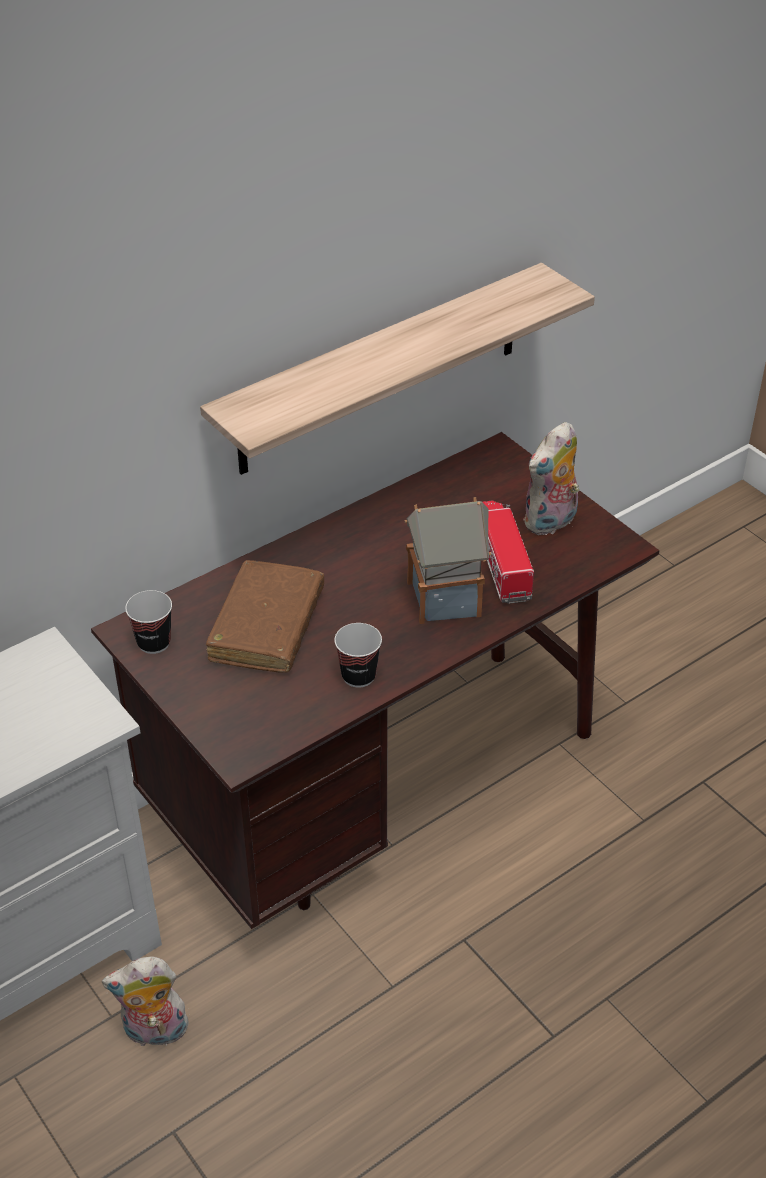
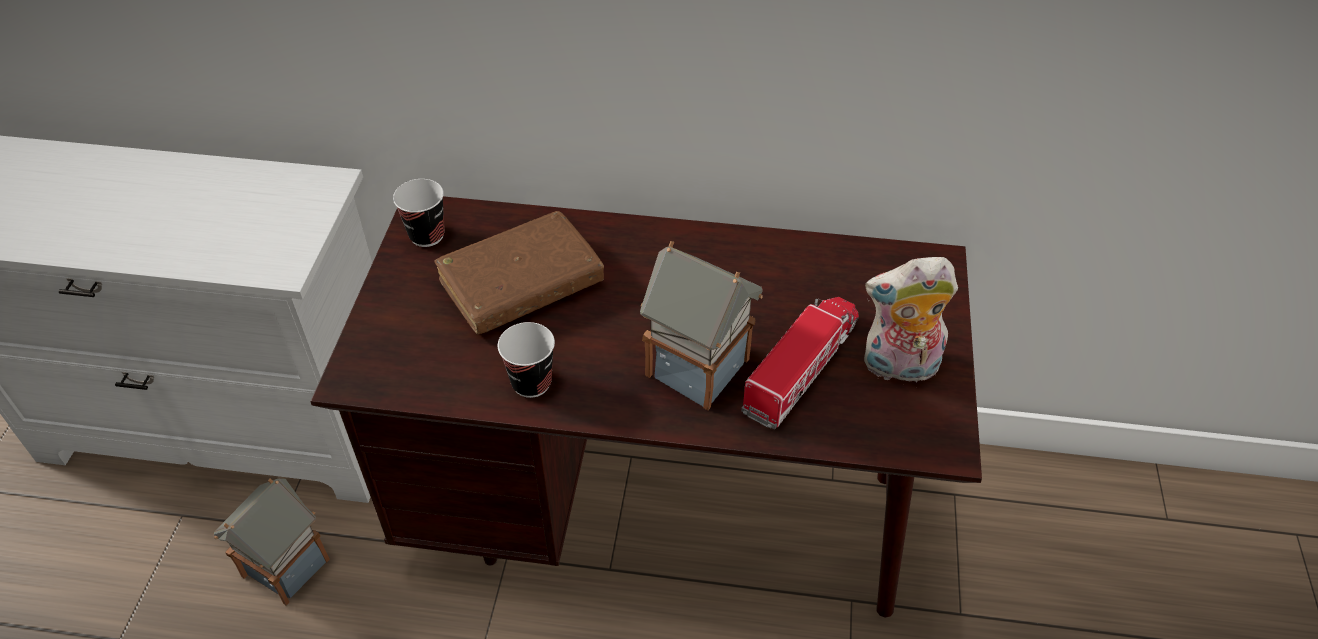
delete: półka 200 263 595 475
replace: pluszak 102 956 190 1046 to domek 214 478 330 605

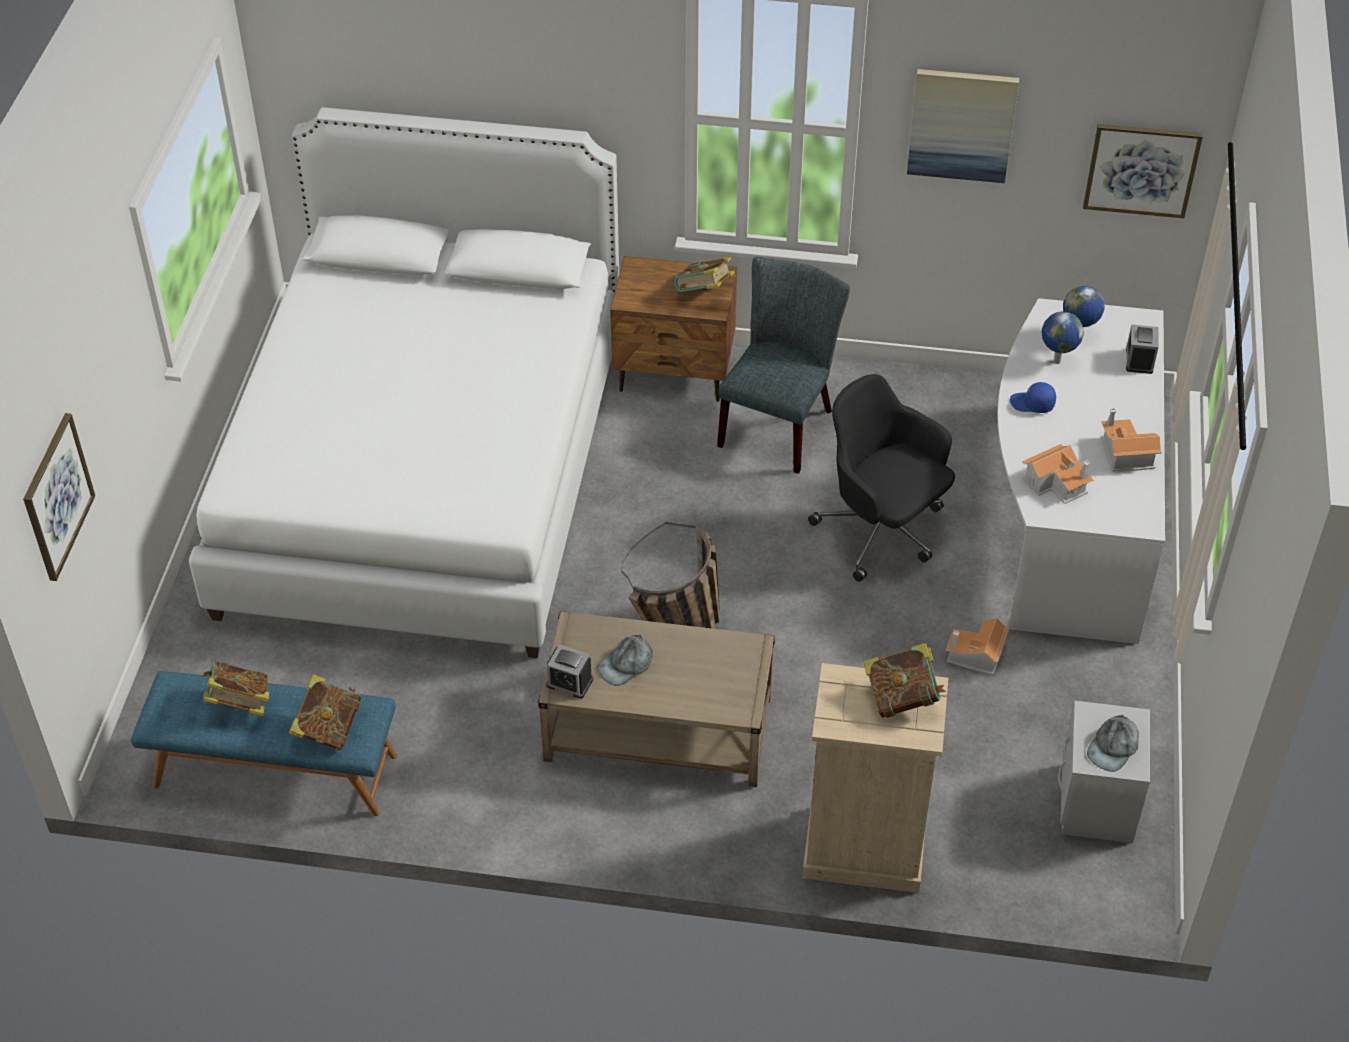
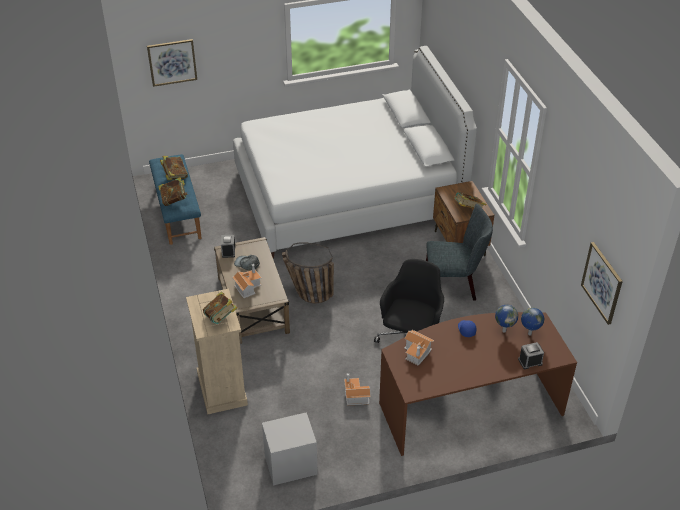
delete: obraz 907 69 1019 183; czapka z daszkiem [szary] 1087 715 1139 772
move: domek 1101 408 1162 472 to 232 264 261 298
recolor: biurko [biały] 997 298 1165 644 to biurko [brązowy] 379 312 577 456

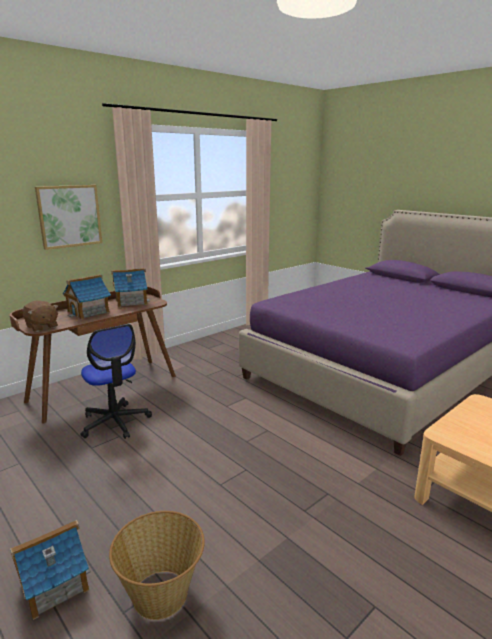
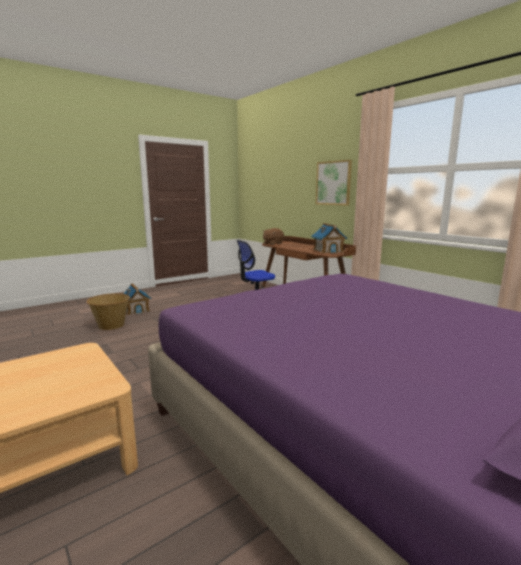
delete: domek 63 274 111 319

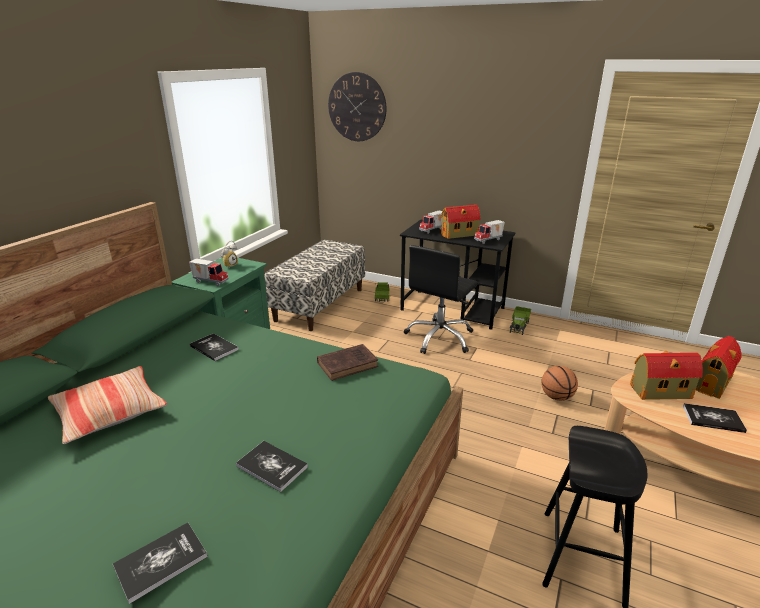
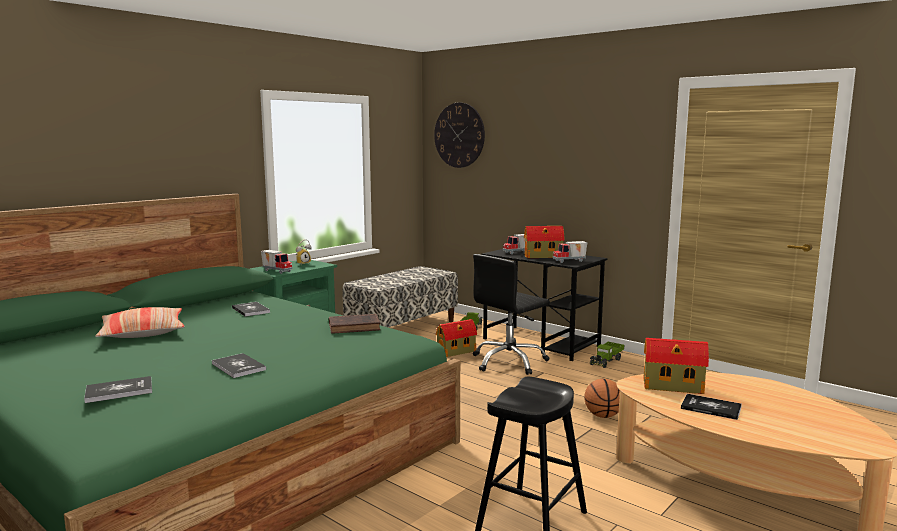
move: domek 696 336 741 399 to 436 319 477 357

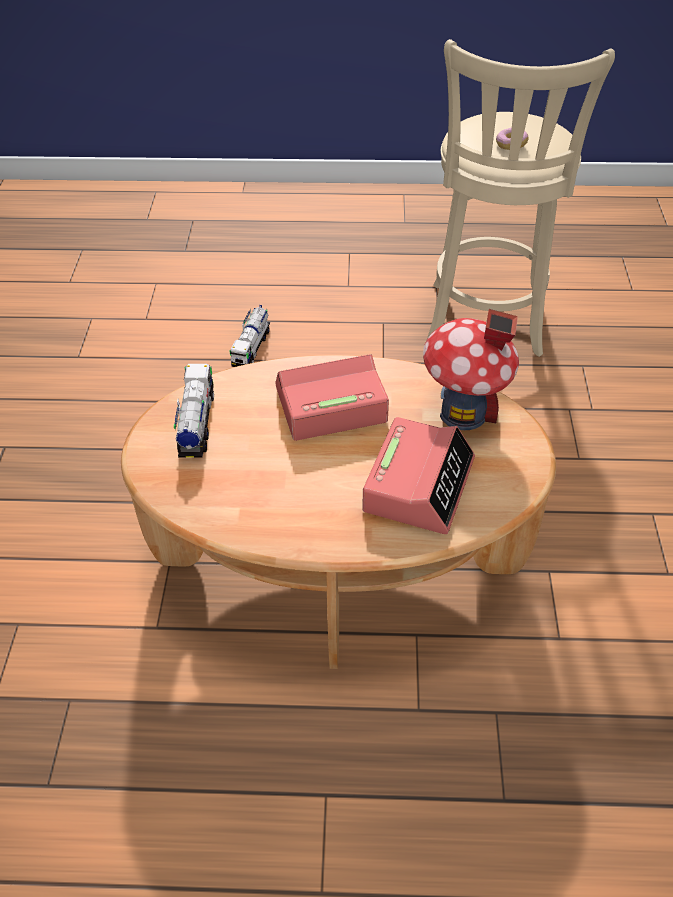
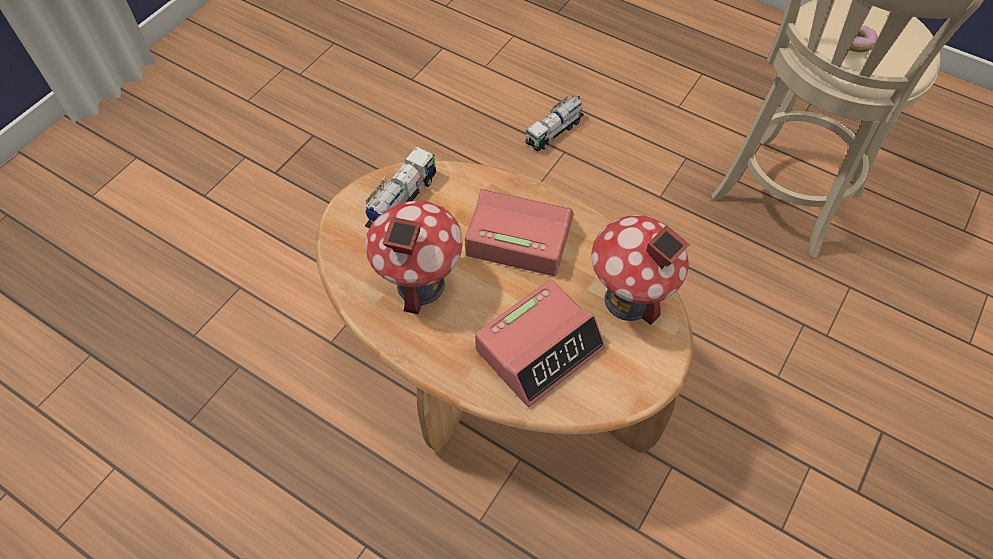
insert: domek 365 200 463 314

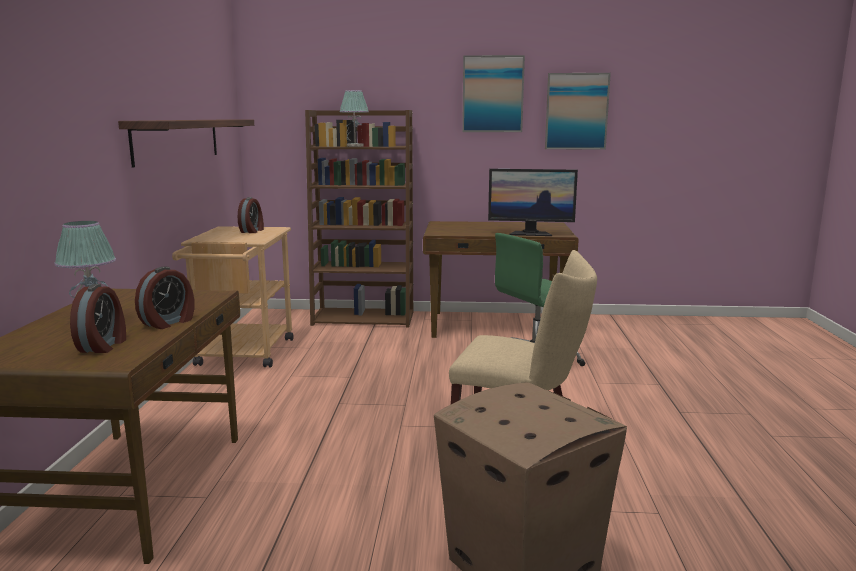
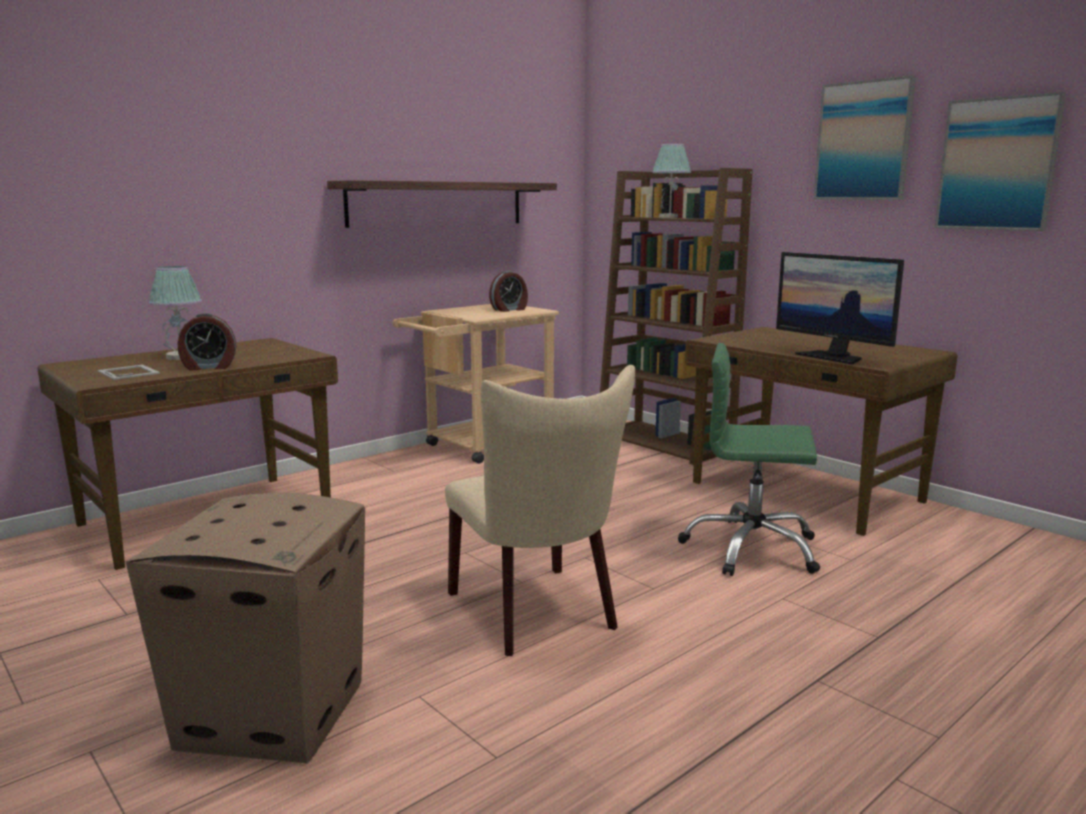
replace: budzik 70 284 126 353 to ramka na zdjęcie 98 365 160 380

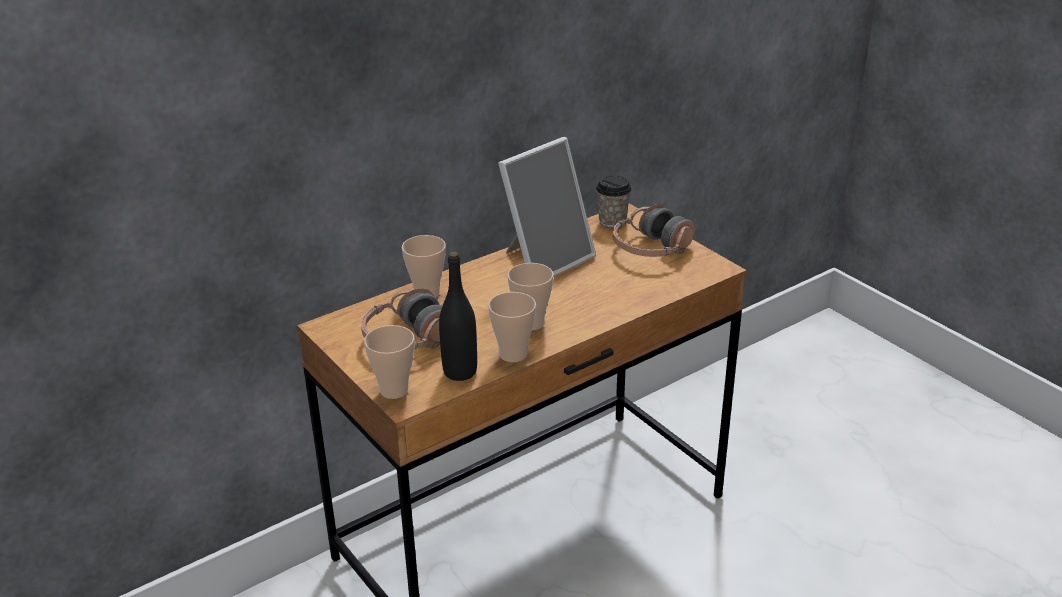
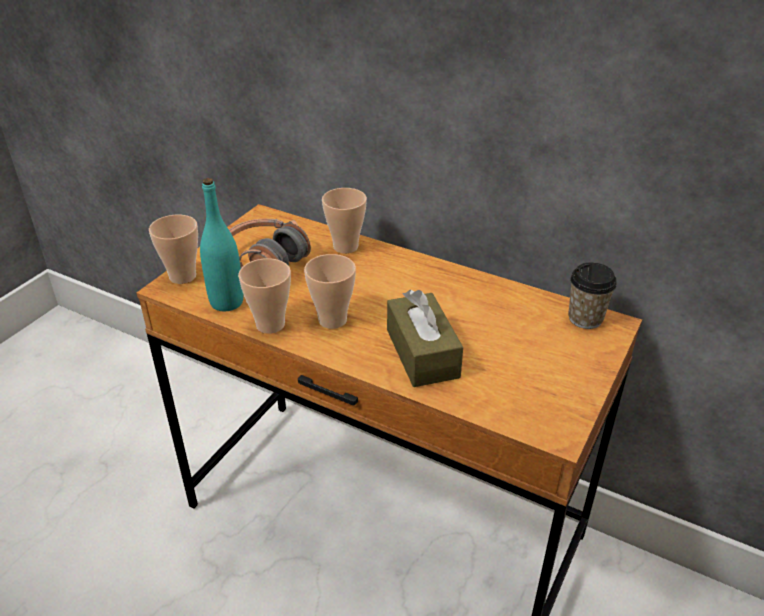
delete: ramka na zdjęcie 498 137 596 277; słuchawki 613 204 695 257
insert: pudełko chusteczek [brązowy] 387 290 463 387
recolor: butelka [czarny] 439 252 477 381 to butelka [turkusowy] 200 178 243 311

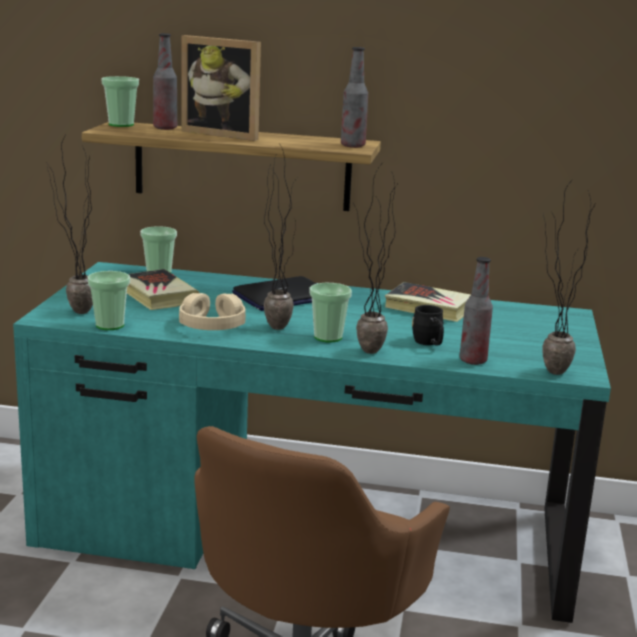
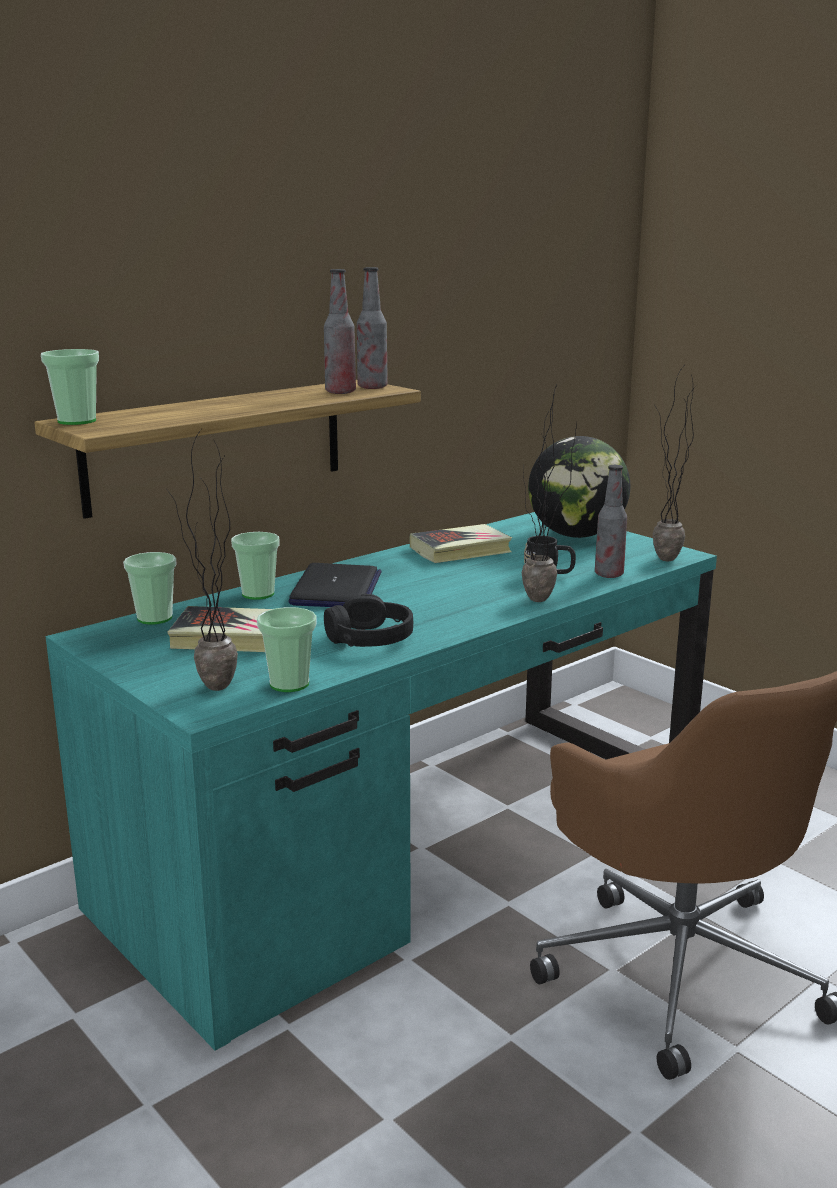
delete: ramka na zdjęcie 181 35 261 141; roślina doniczkowa 264 143 297 330
insert: globus 528 436 630 538
move: butelka 153 33 177 130 to 324 269 356 394; filiżanka 310 283 352 342 to 231 532 280 600
recolor: słuchawki [beżowy] 179 293 246 330 to słuchawki [czarny] 324 594 413 647

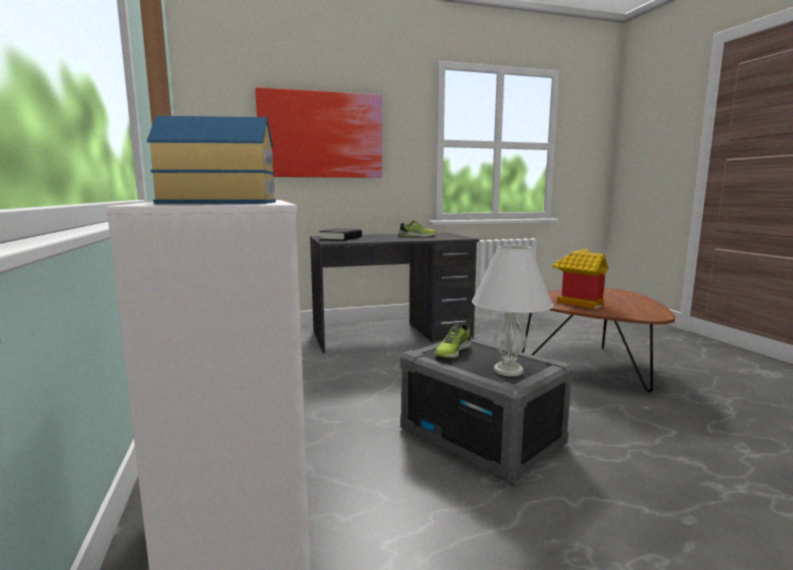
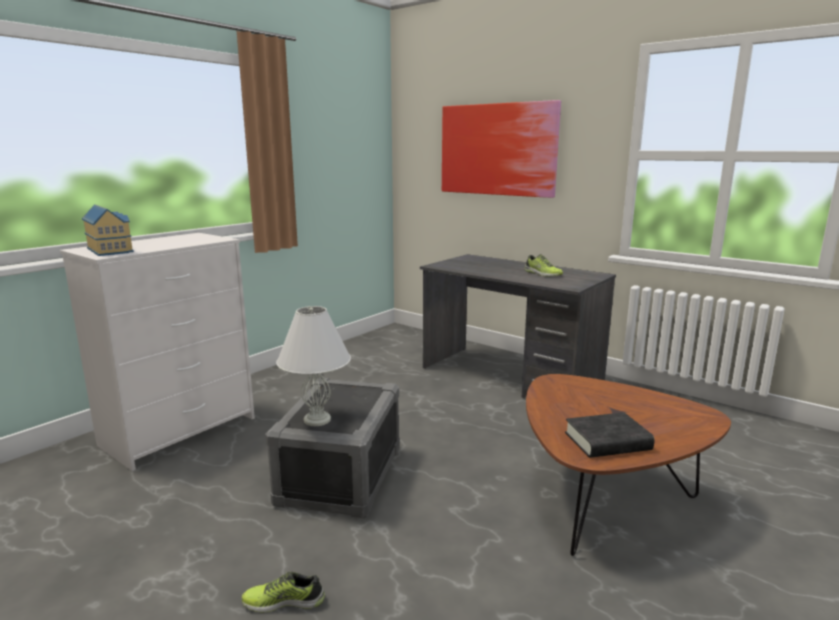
delete: domek 552 249 609 309
move: książka [czarny] 319 228 362 241 to 565 412 655 458; but 435 324 472 358 to 242 572 325 613

